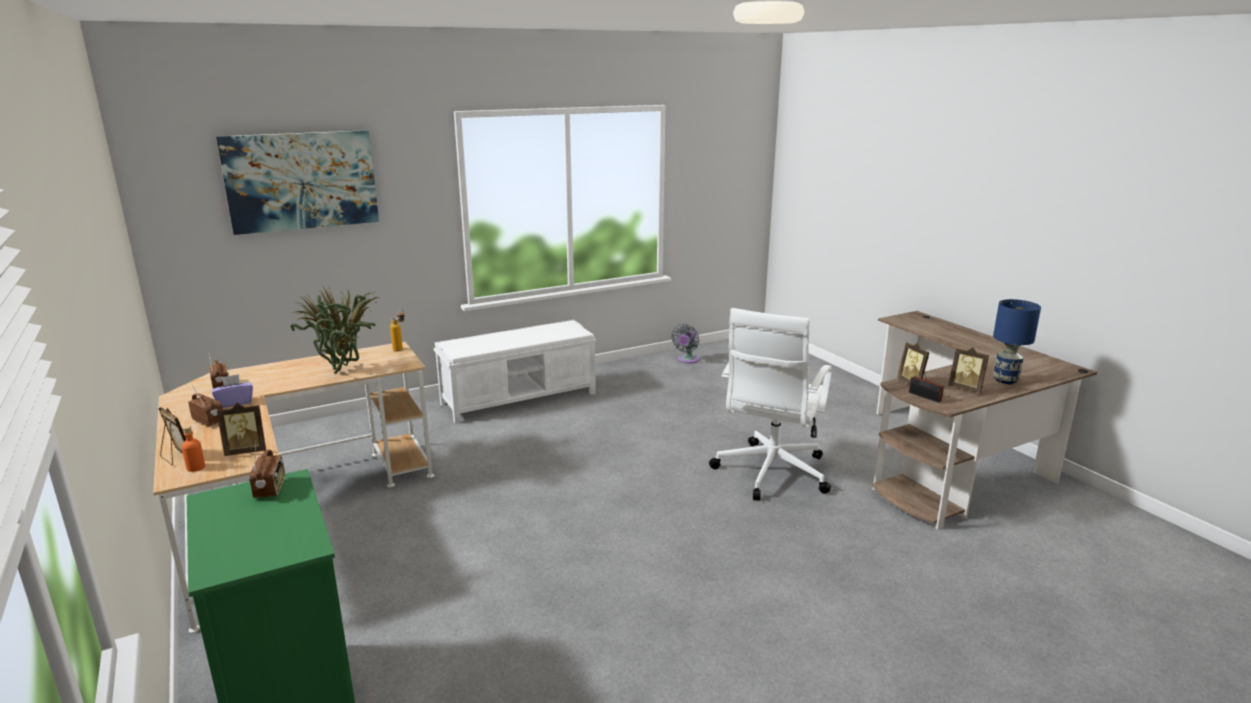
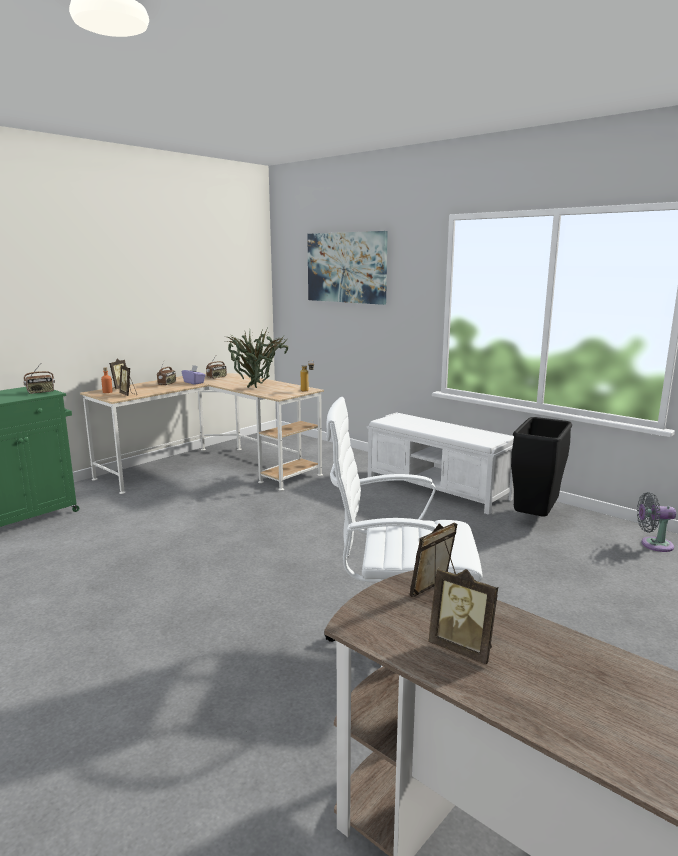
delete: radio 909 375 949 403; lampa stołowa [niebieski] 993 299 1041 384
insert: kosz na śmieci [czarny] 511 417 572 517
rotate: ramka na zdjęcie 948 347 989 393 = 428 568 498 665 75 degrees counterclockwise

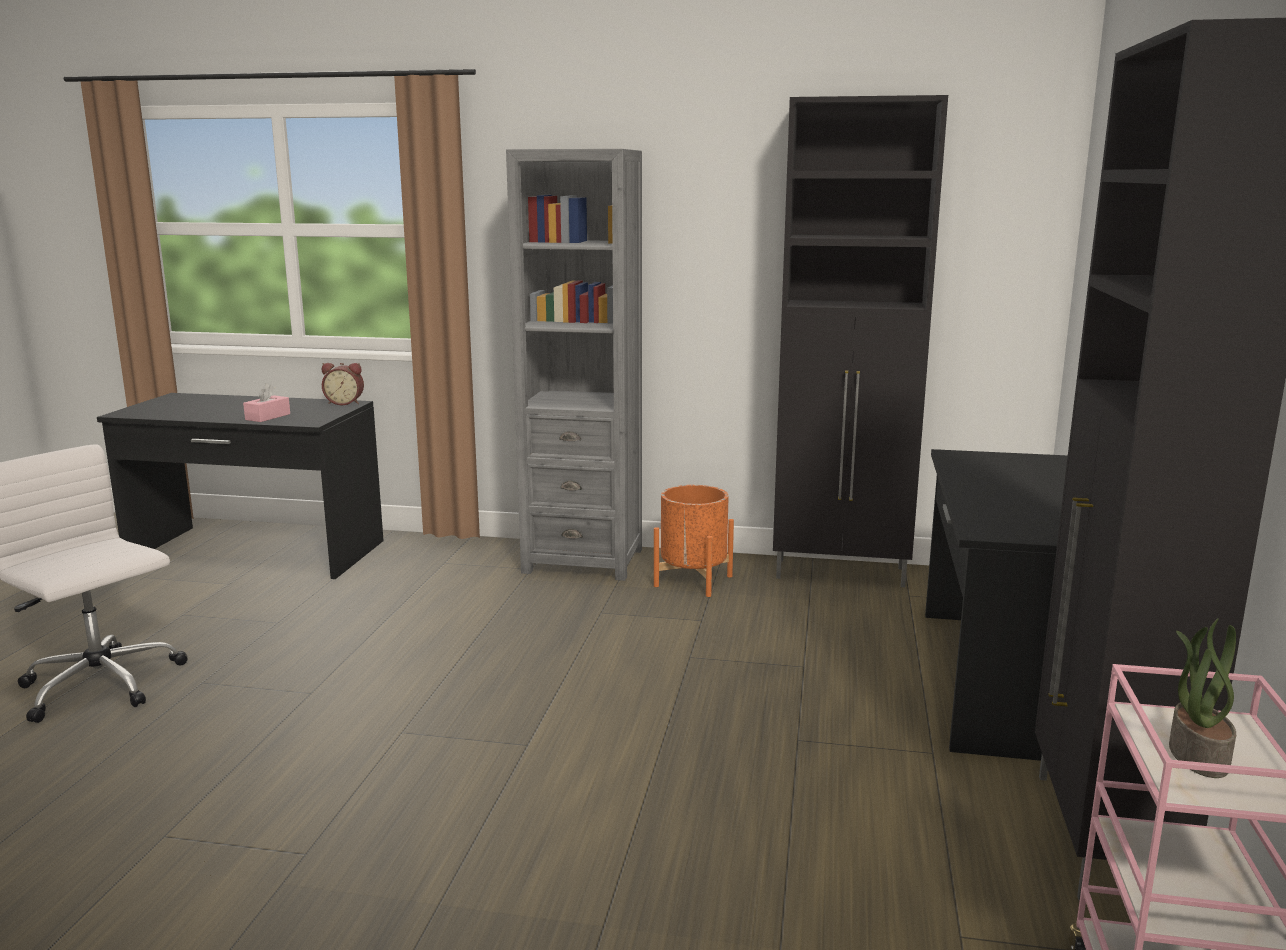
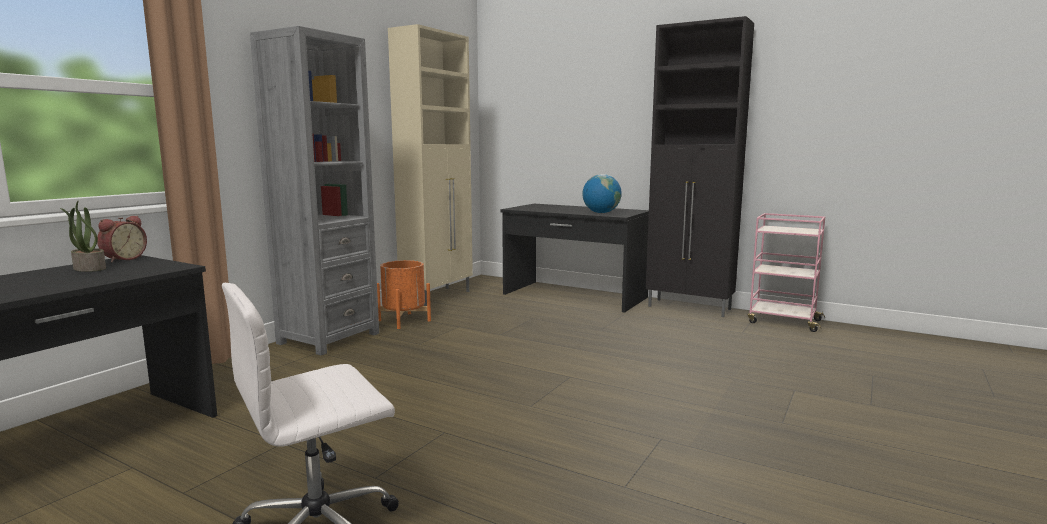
delete: pudełko chusteczek [różowy] 243 383 290 422
insert: globus 582 174 622 213
move: roślina doniczkowa 1169 618 1236 778 to 60 201 106 272
recolor: szafka [czarny] 773 95 948 587 to szafka [beżowy] 388 24 473 306

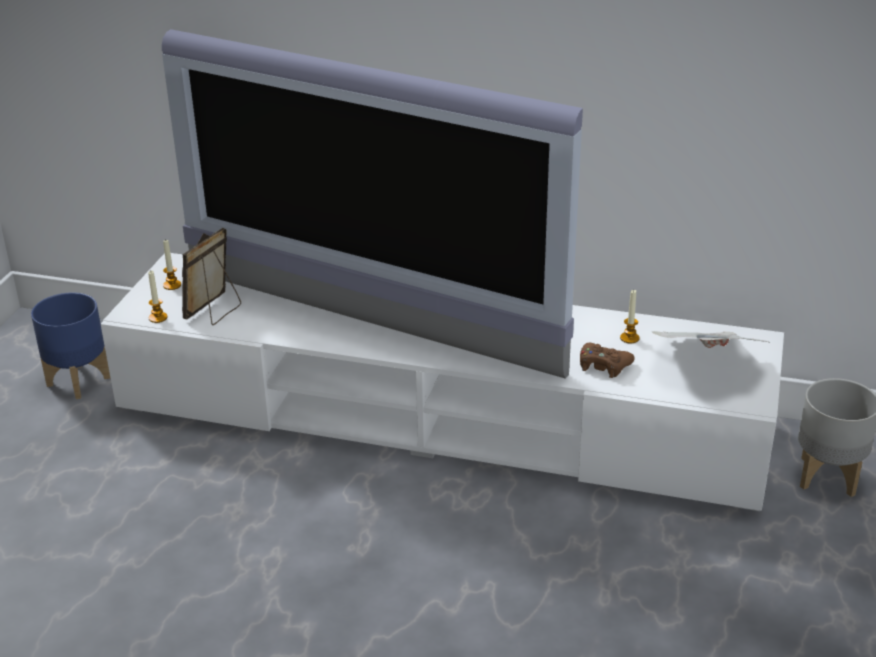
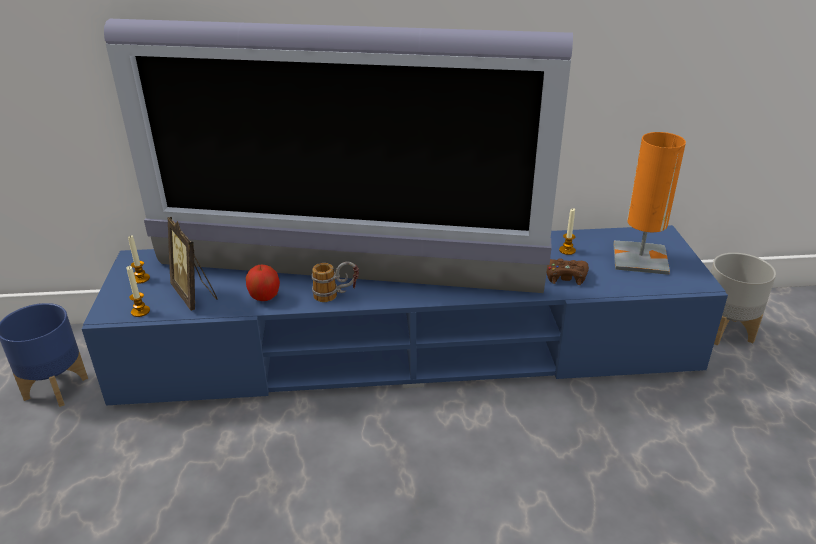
insert: jabłko 246 264 280 301; kubek 312 261 359 302
replace: gazeta 652 331 771 348 to lampa stołowa [pomarańczowy] 613 132 686 275
recolor: szafka pod telewizor [biały] 101 253 784 511 to szafka pod telewizor [niebieski] 82 225 728 405
rotate: ramka na zdjęcie 182 228 241 325 = 167 217 218 311 45 degrees counterclockwise

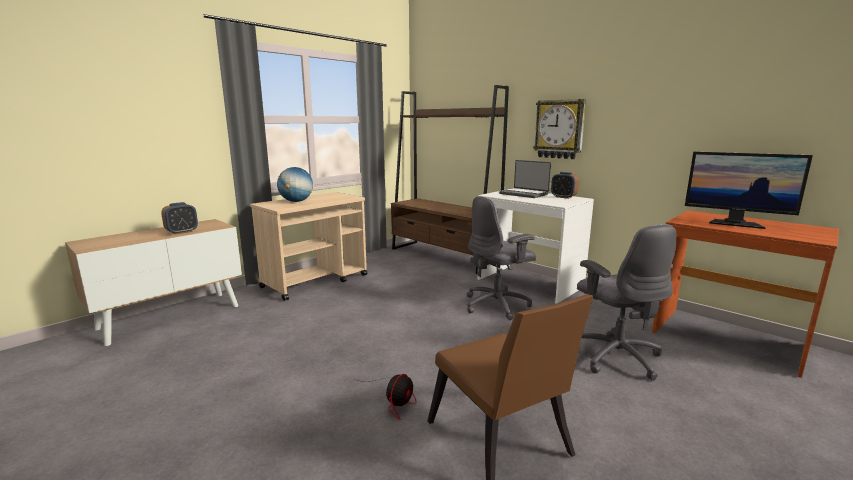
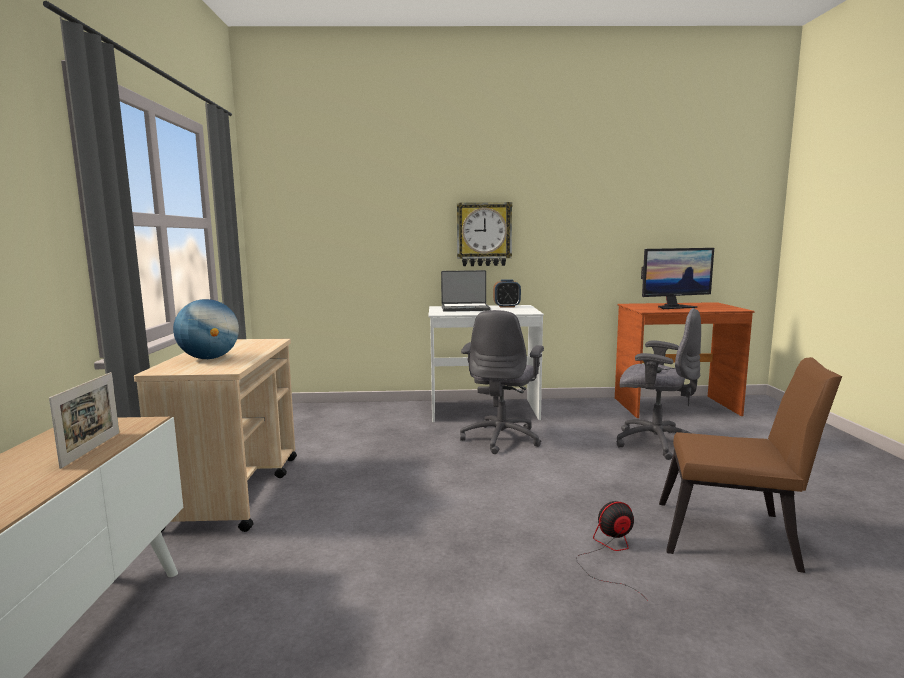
delete: regał [brązowy] 391 85 509 274
replace: budzik 161 202 198 235 to ramka na zdjęcie 49 372 119 469
rotate: wentylator 355 374 417 420 = 577 501 641 594 90 degrees counterclockwise

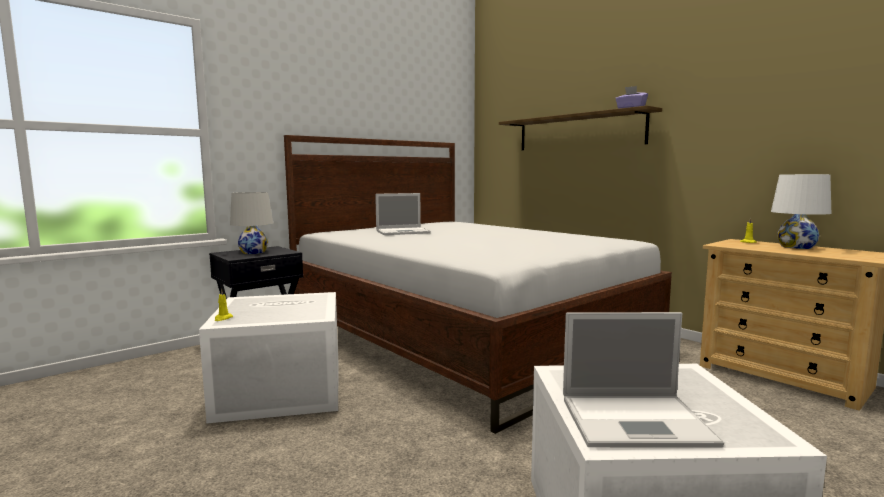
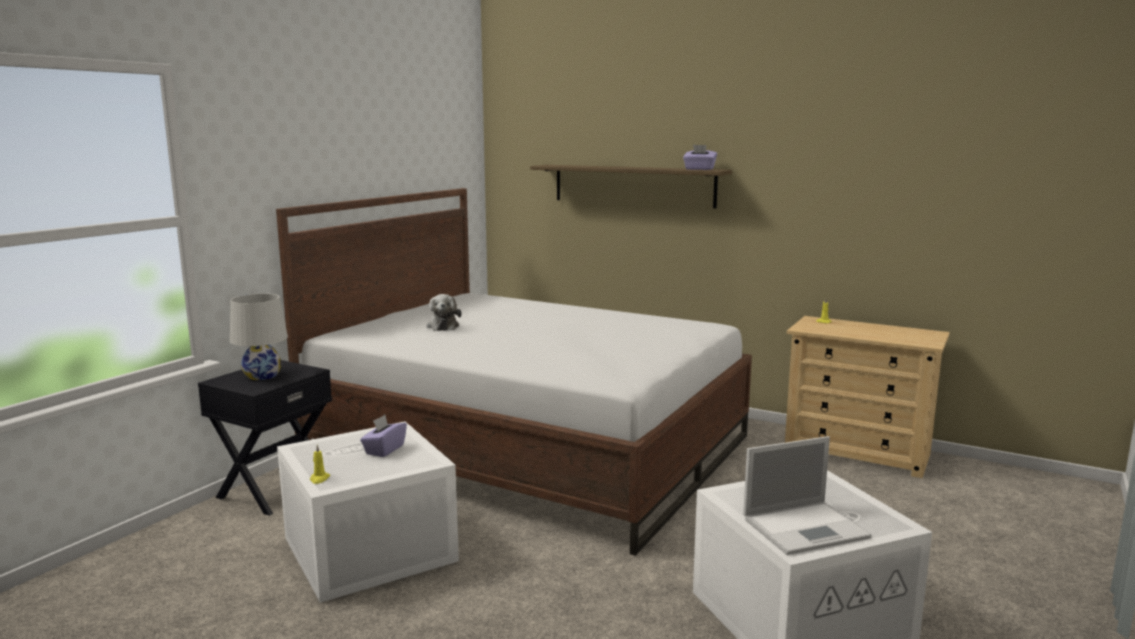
delete: lampa stołowa [biały] 771 174 831 249
insert: pudełko chusteczek [fioletowy] 360 415 407 457
replace: laptop 375 193 431 235 to pluszak 427 294 461 331

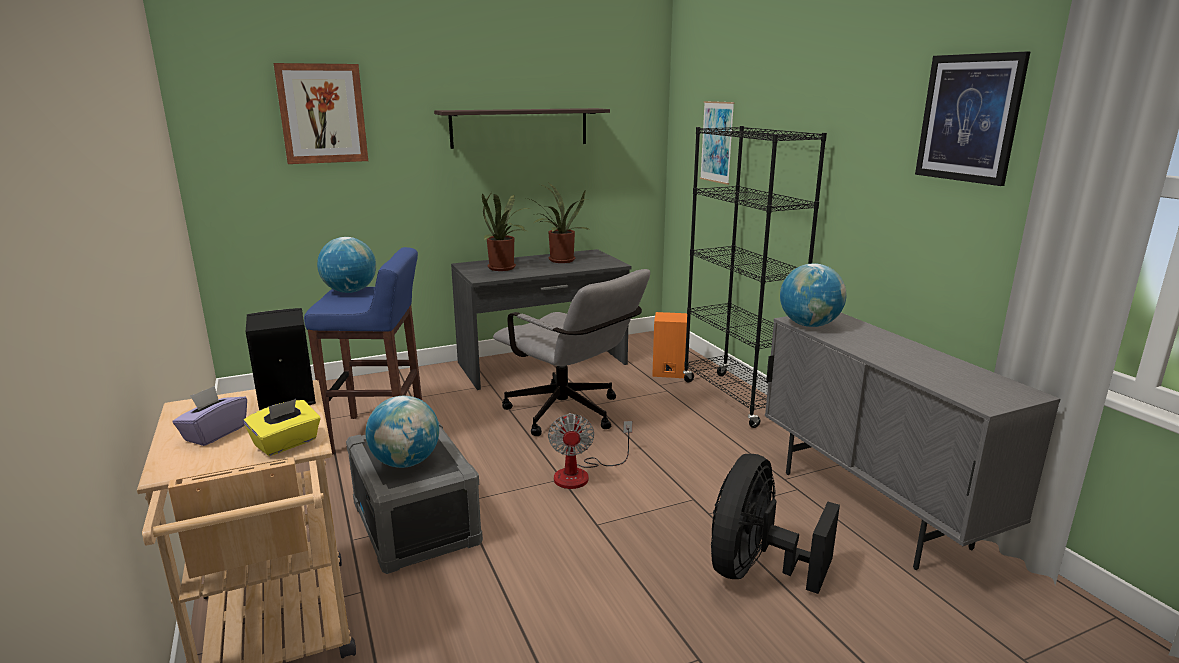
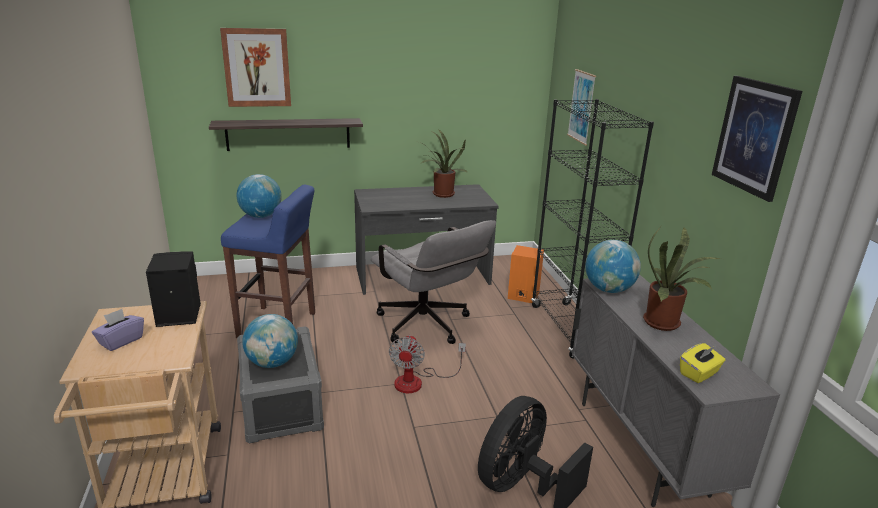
move: pudełko chusteczek [żółty] 244 399 321 456 to 680 343 725 383; półka 434 108 610 149 to 209 118 363 151; roślina doniczkowa 482 192 529 271 to 643 225 721 331

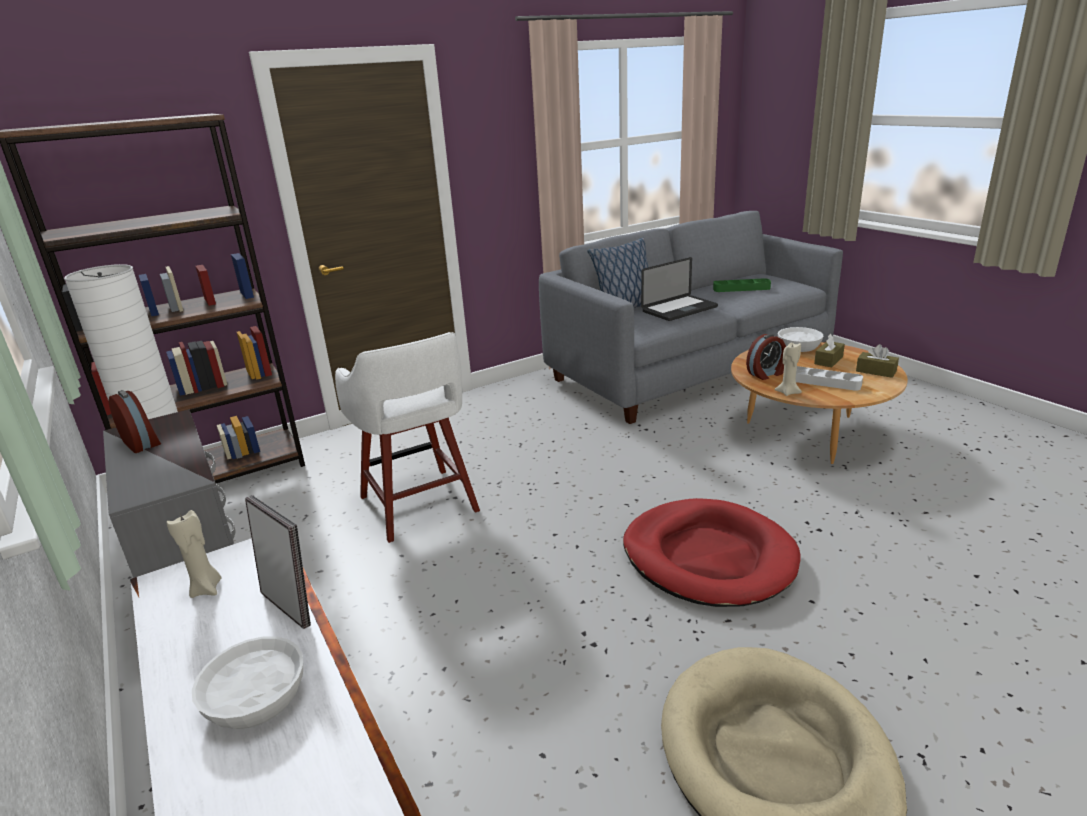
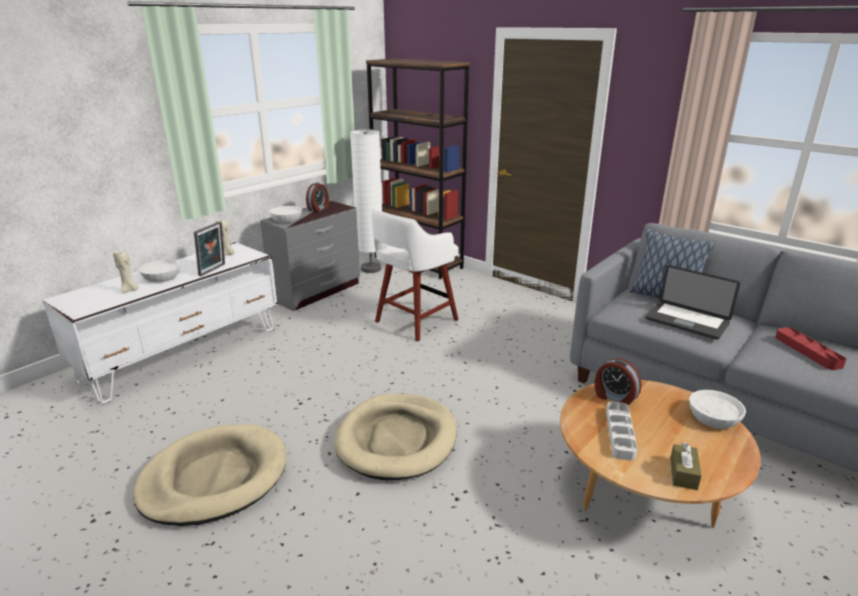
delete: pudełko chusteczek [brązowy] 814 334 845 367
insert: miska [biały] 270 206 302 223
move: świeca [beżowy] 774 342 802 396 to 113 251 139 293
recolor: legowisko [czerwony] 623 498 801 607 to legowisko [beżowy] 334 393 457 480; taca [zielony] 713 278 771 292 to taca [czerwony] 775 327 846 370

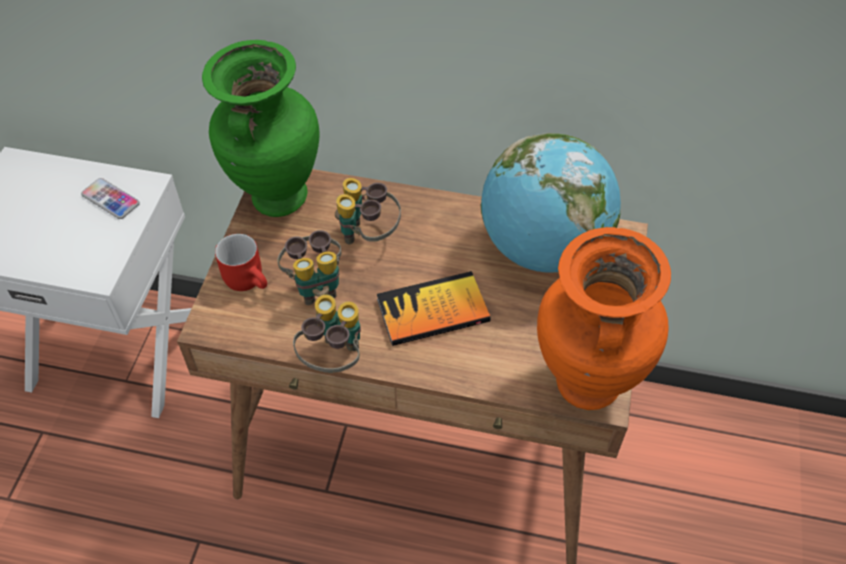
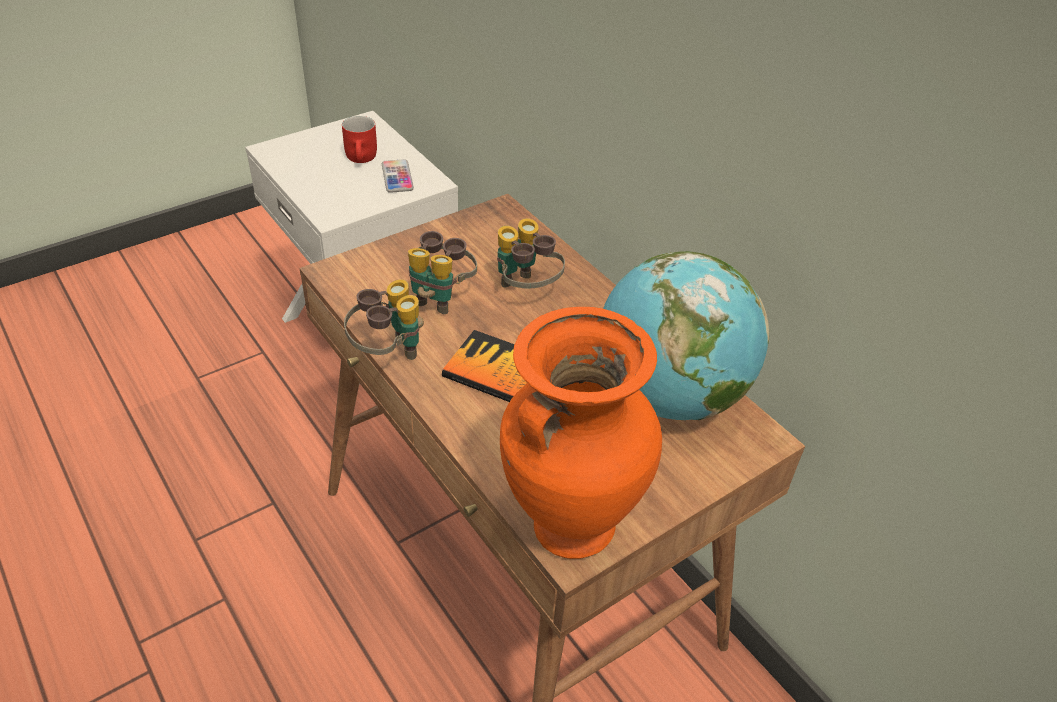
delete: wazon [zielony] 202 40 320 217
move: kubek [czerwony] 215 234 267 291 to 342 116 377 163

